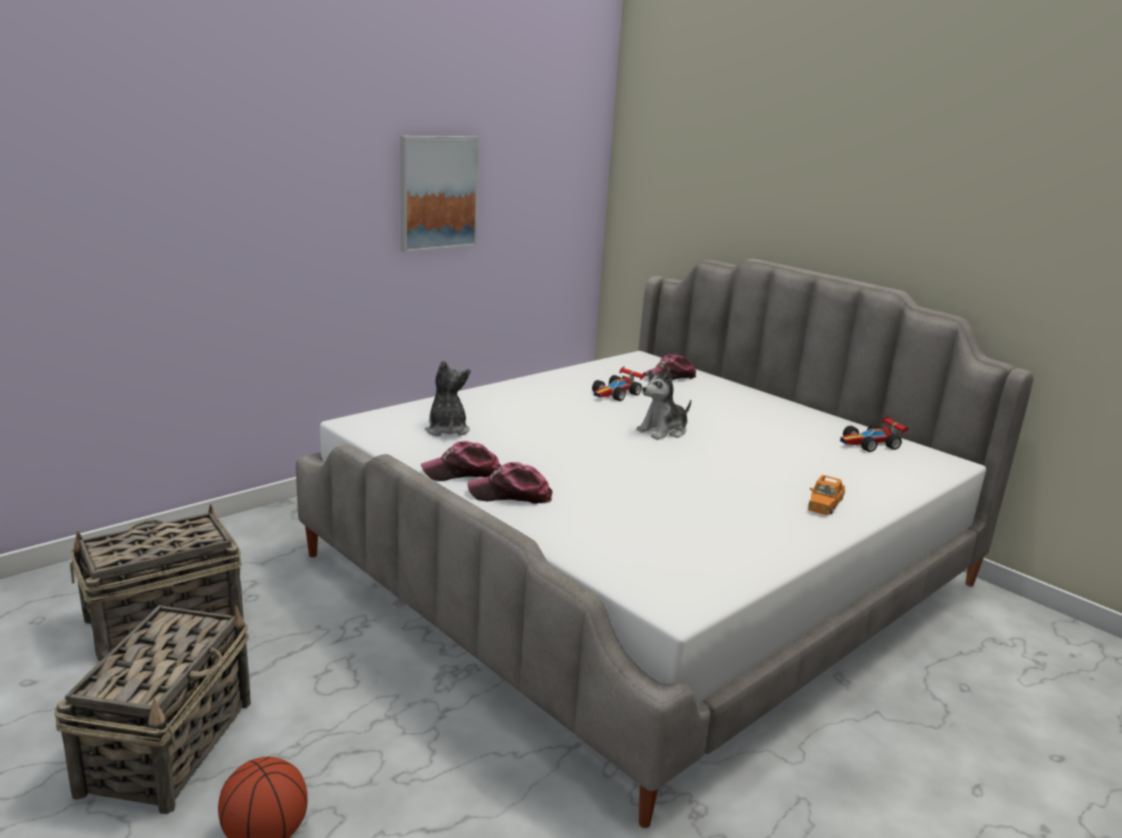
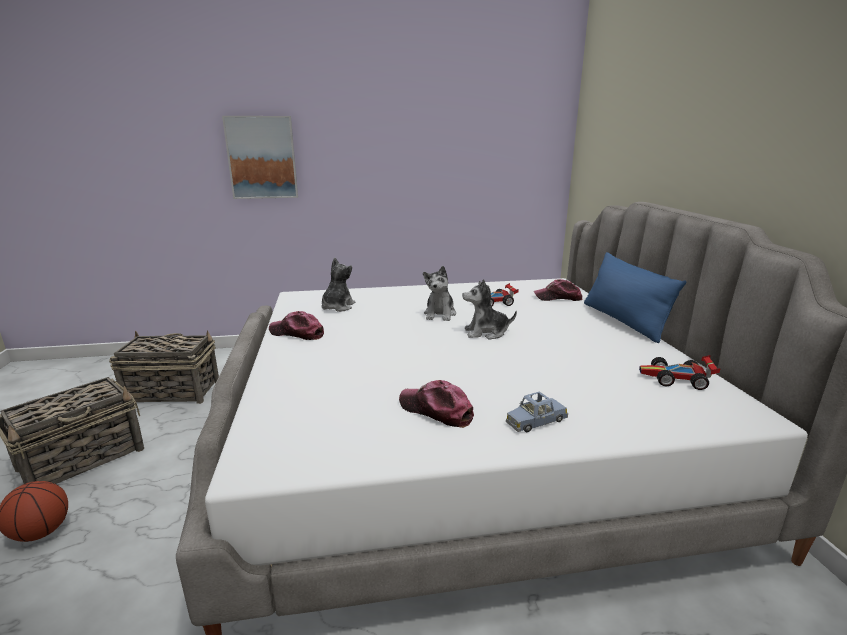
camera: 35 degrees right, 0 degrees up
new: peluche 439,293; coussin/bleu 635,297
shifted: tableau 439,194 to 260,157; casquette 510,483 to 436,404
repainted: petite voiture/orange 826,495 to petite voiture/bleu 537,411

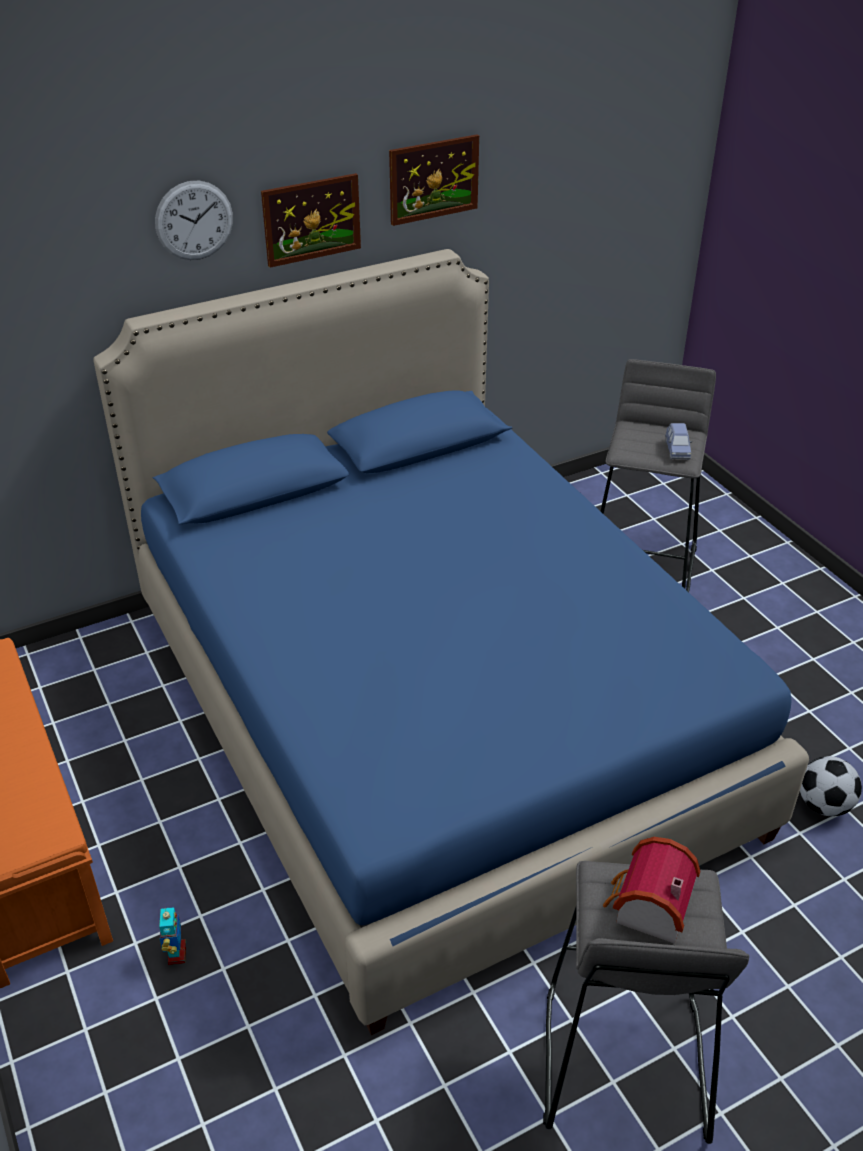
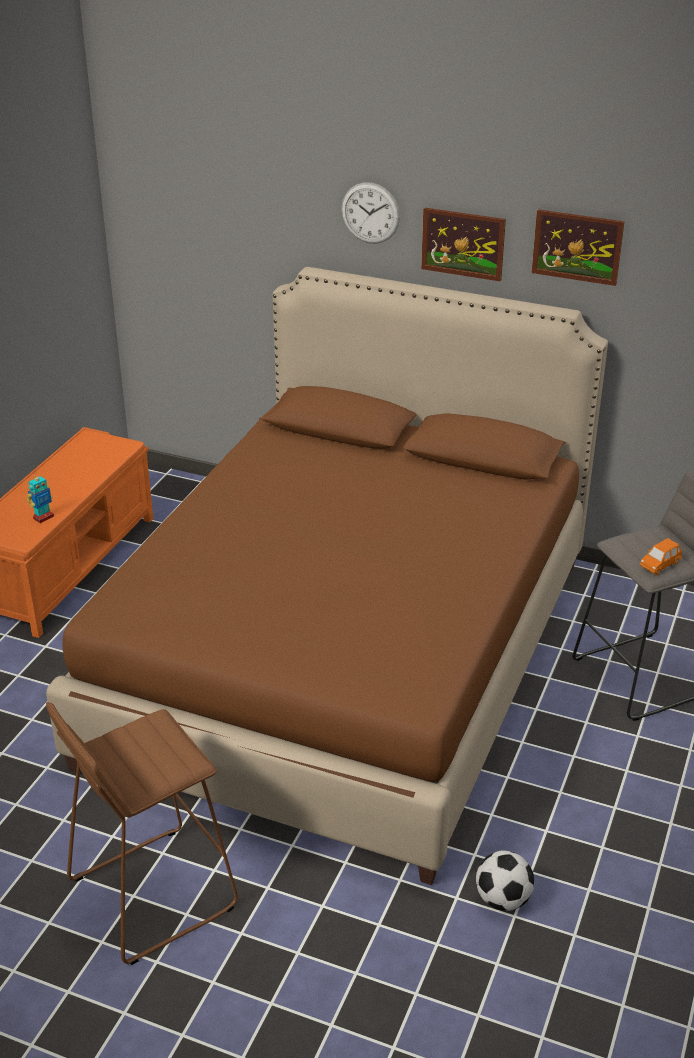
camera: 50 degrees right, 5 degrees down
gone: maison miniature 651,890
shifted: robot jouet 172,936 to 40,498
repainted: lit/bleu 451,642 to lit/marron 327,576; tabouret/gris 646,1002 to tabouret/marron 142,833; petite voiture/bleu 678,441 to petite voiture/orange 660,556

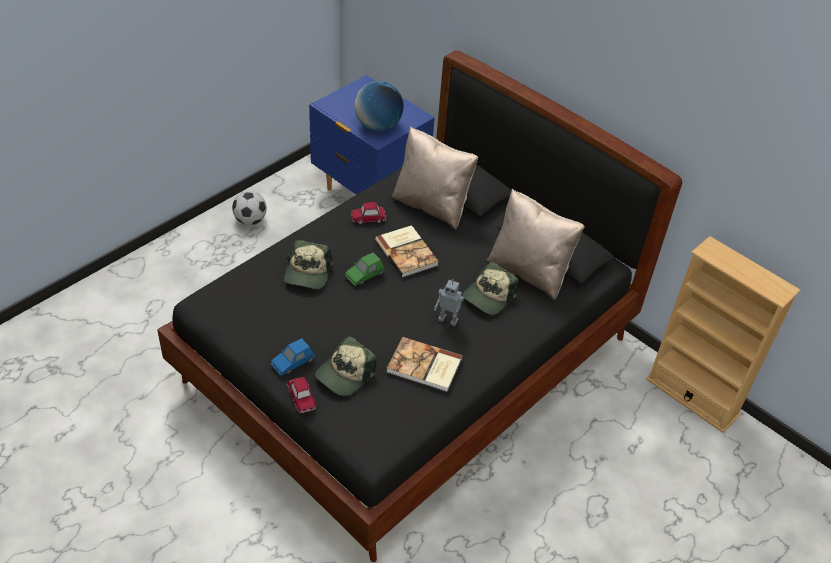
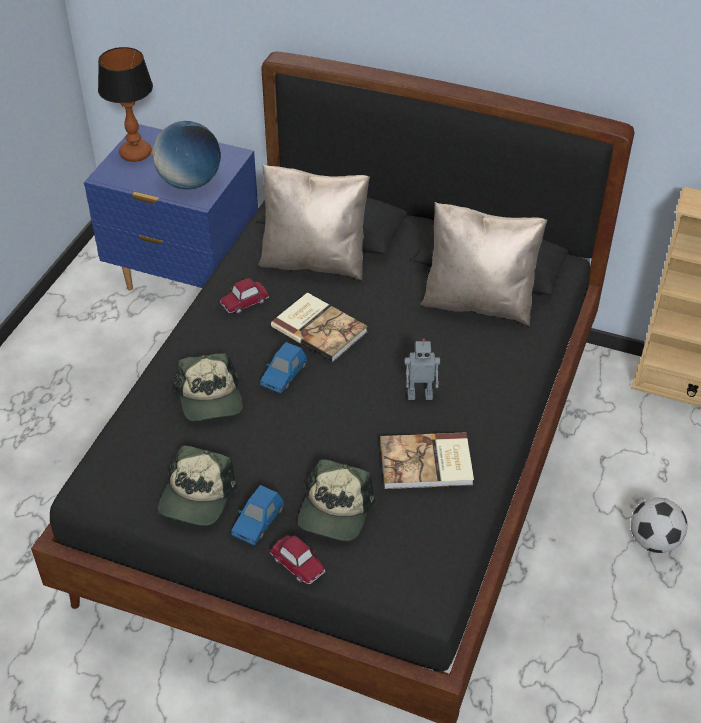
camera: 20 degrees left, 0 degrees up
new: lampe de table 125,104
shifted: casquette 491,288 to 197,485; ballon de foot 249,208 to 659,525
repainted: petite voiture/vert 364,269 to petite voiture/bleu 283,367

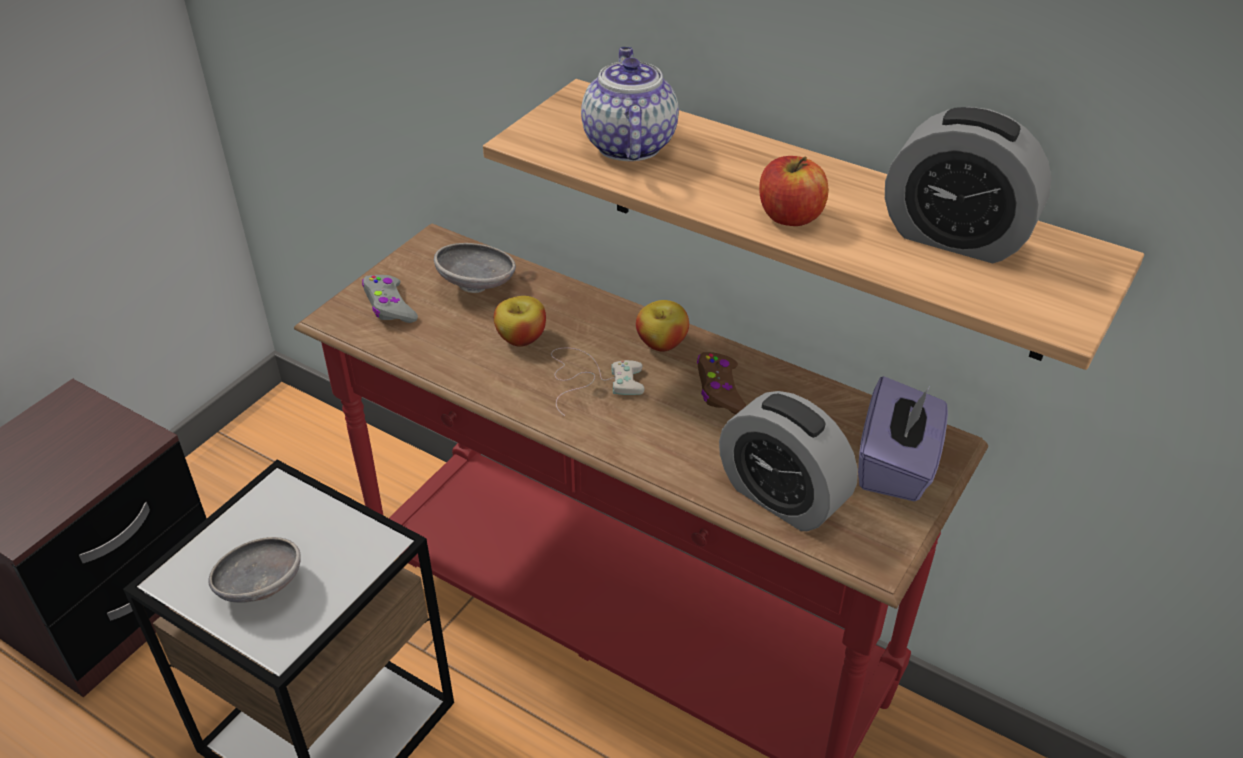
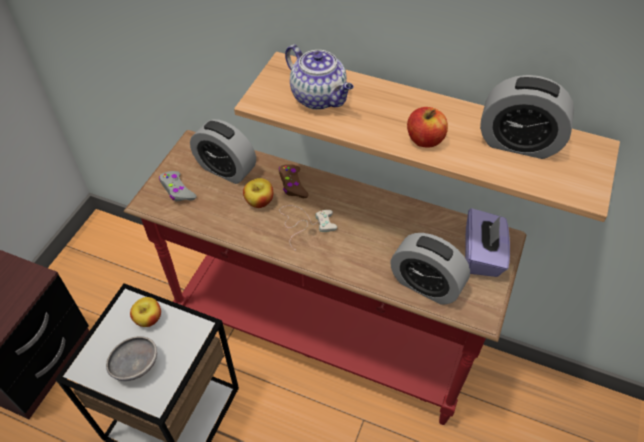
camera: 10 degrees left, 10 degrees up
shifted: pomme 662,326 to 145,312; manette/marron 722,383 to 293,181
swapped: bol/gris 475,268 to réveil 223,151
rotated: théière 630,104 = 319,77 150 degrees clockwise

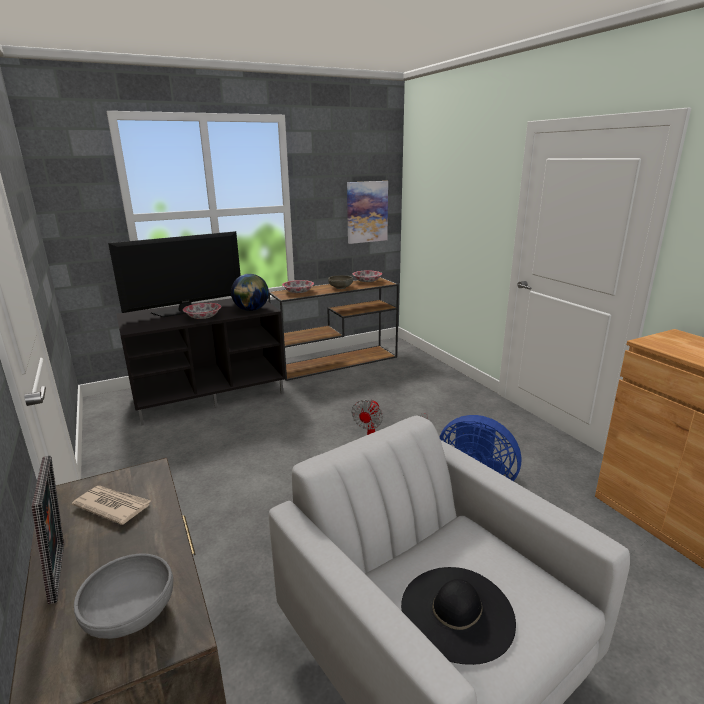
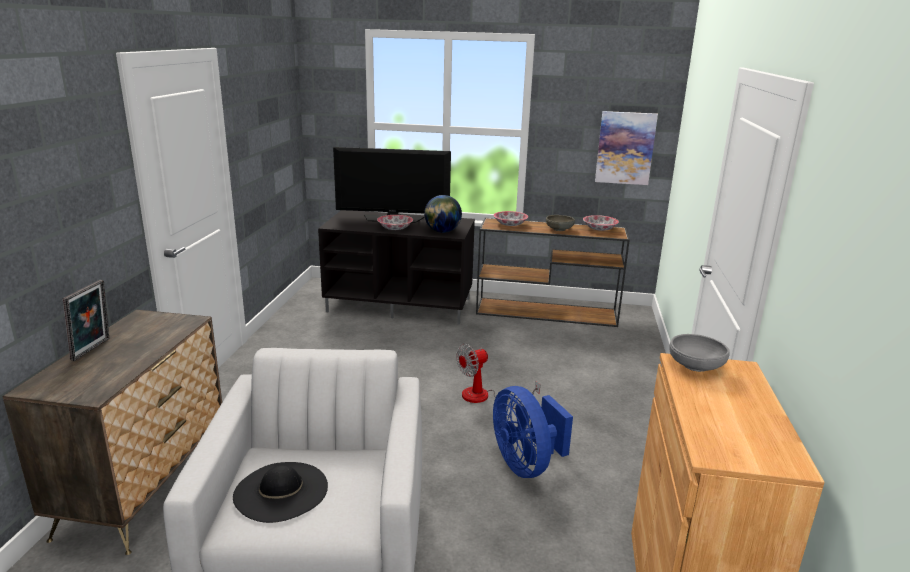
camera: 35 degrees right, 0 degrees up
gone: journal 111,505
shifted: bol/gris 123,596 to 699,353

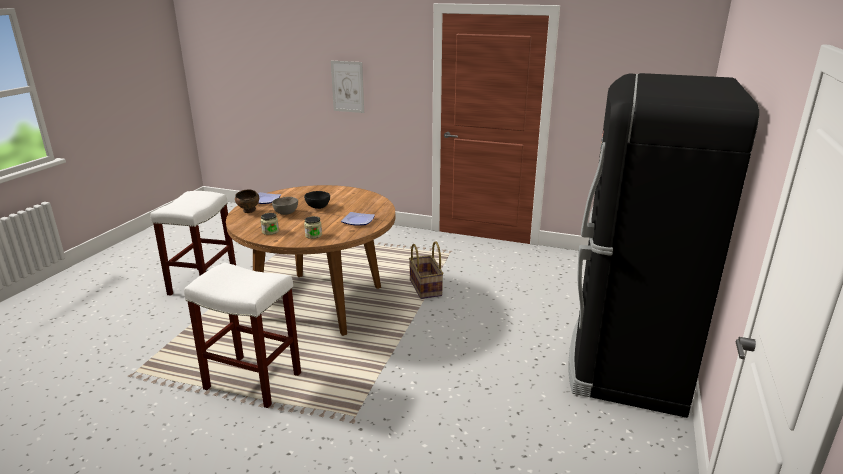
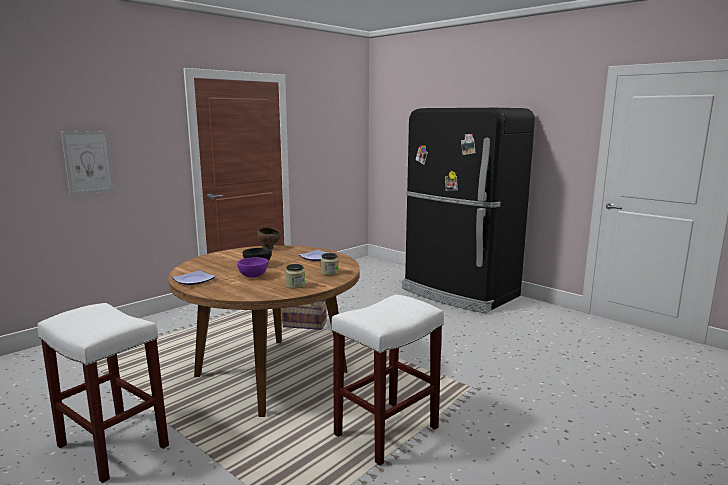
camera: 65 degrees left, 10 degrees down
shifted: bol/marron 247,201 to 268,238
repainted: bol/gris 285,206 to bol/violet 252,267

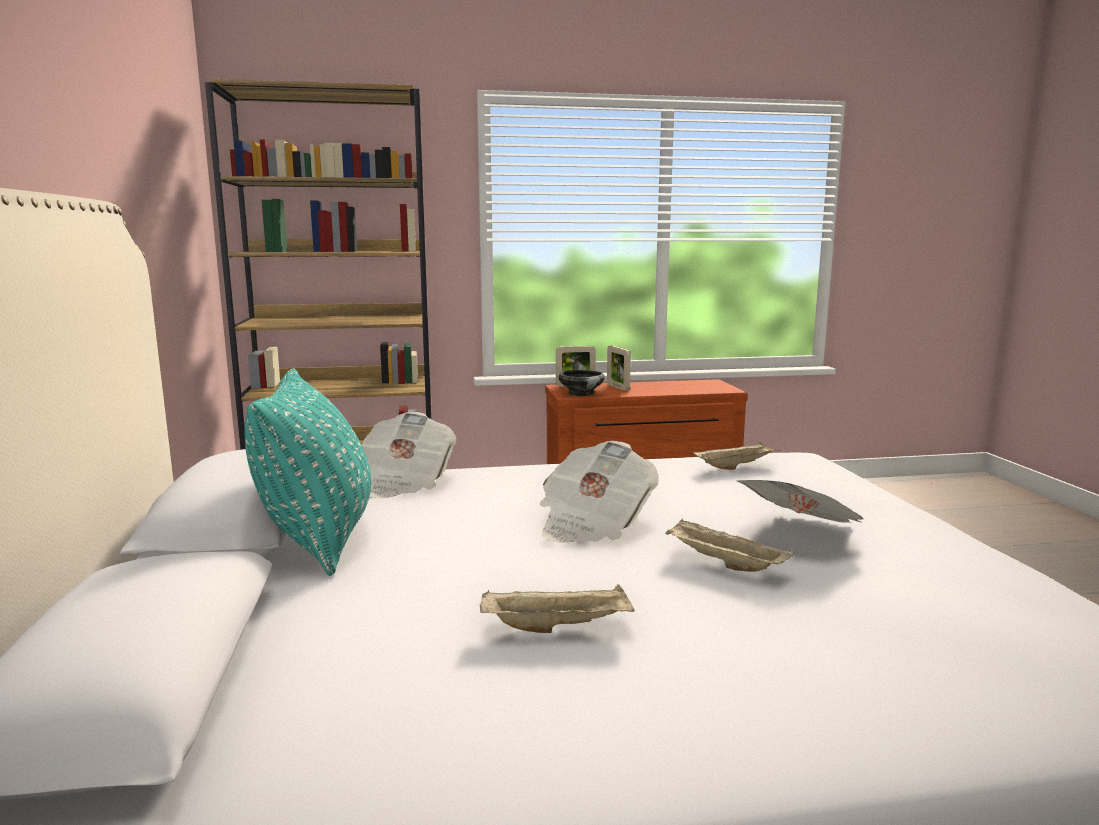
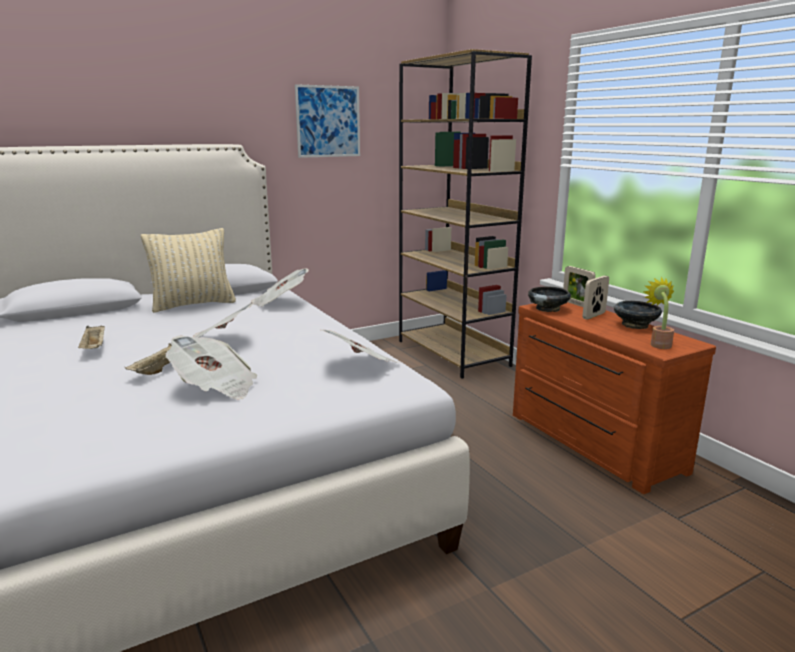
camera: 70 degrees right, 5 degrees up
new: tableau 327,121; bol/noir 638,315; plante en pot 659,313
swapped: plateau/beige 737,455 to journal 361,346
repainted: coussin/turquoise 307,472 to coussin/beige 188,270

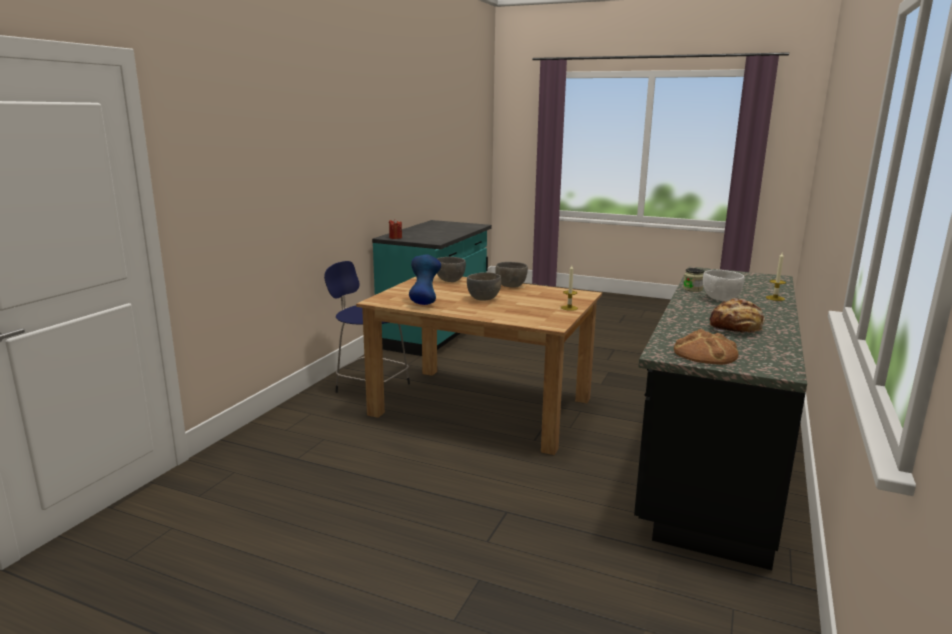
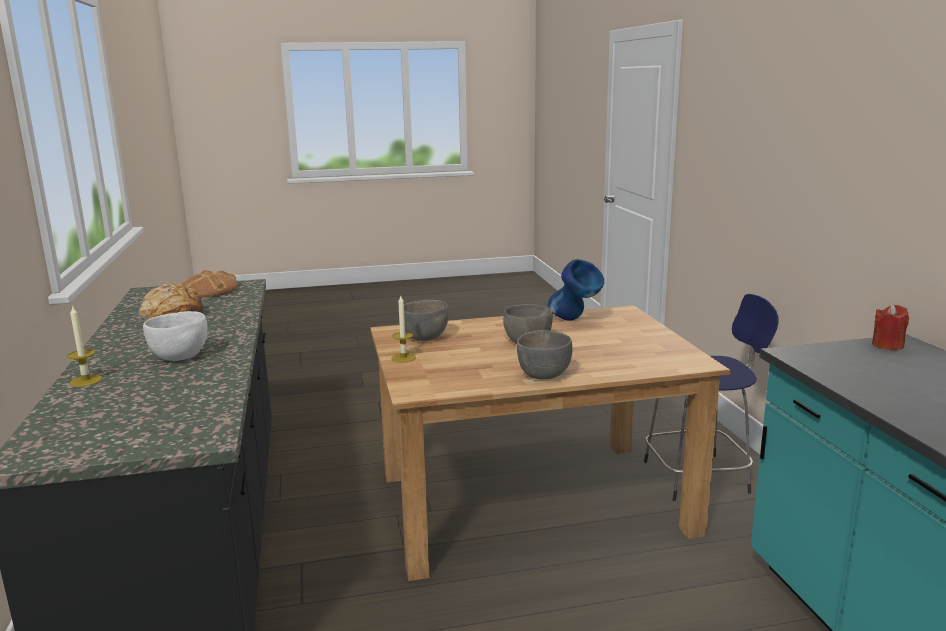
camera: 145 degrees right, 0 degrees up
gone: bocal 693,280
shifted: bol/gris 451,269 to 426,320

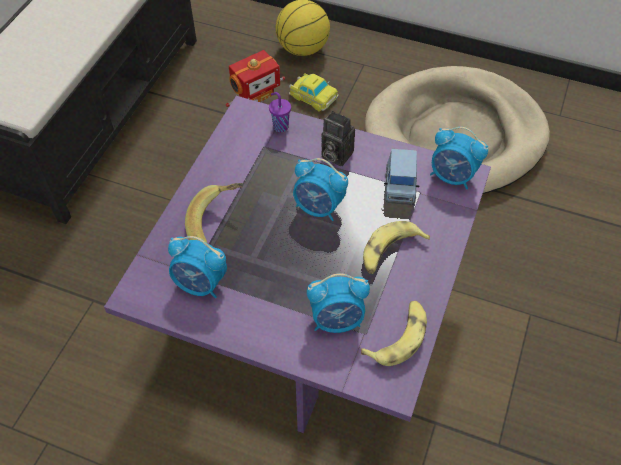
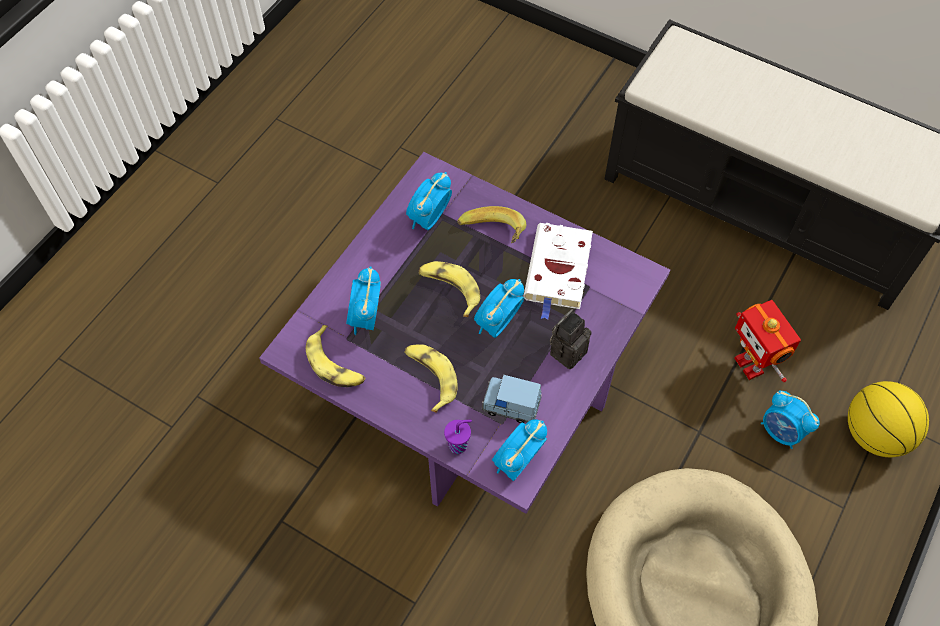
camera: 100 degrees right, 5 degrees up
new: banane 449,289; livre/blanc 558,271
shifted: tasse/violet 280,112 to 458,437
swapped: petite voiture 313,92 to réveil 790,419

